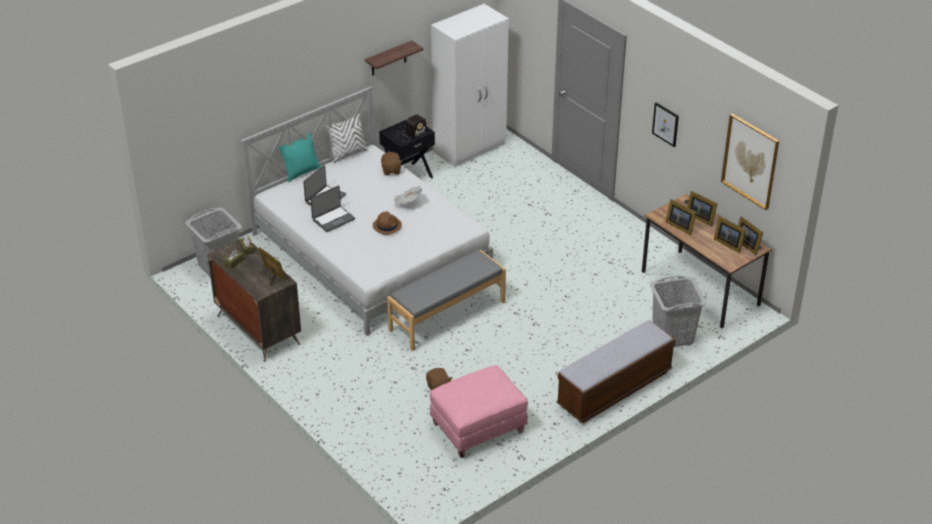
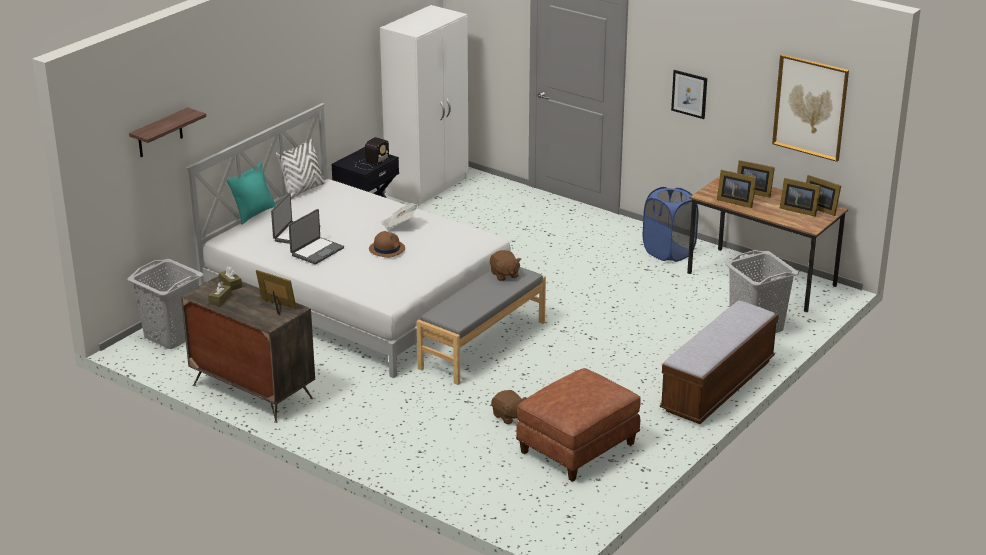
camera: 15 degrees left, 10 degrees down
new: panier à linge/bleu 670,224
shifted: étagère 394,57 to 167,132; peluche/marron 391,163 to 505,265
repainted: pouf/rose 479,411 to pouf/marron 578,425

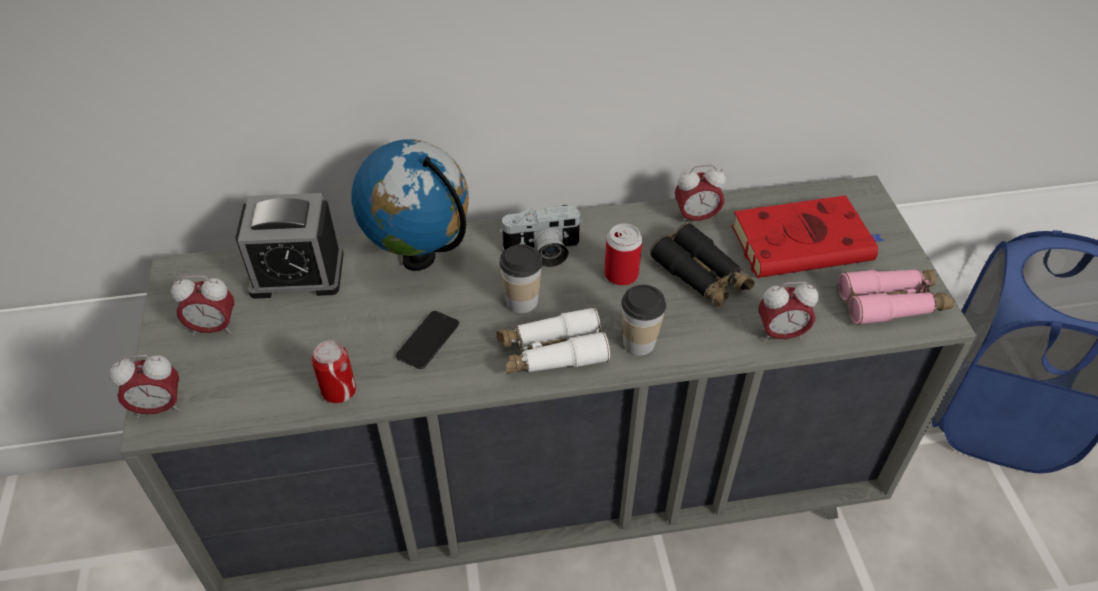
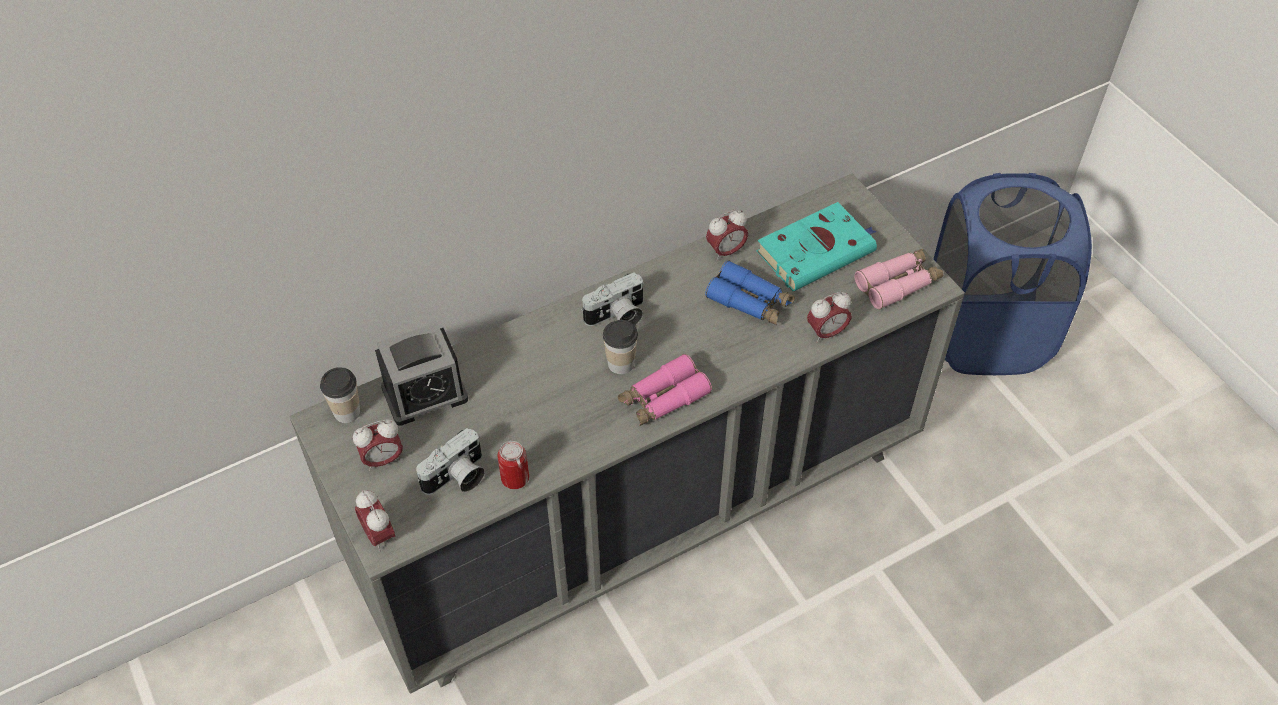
camera: 20 degrees left, 5 degrees up
gone: globe 410,205; téléphone 427,340; boîte métallique 623,255
new: appareil photo 450,461
shifted: tasse 643,320 to 340,395
repainted: jumelles/blanc 553,340 to jumelles/rose 665,390; jumelles/noir 702,265 to jumelles/bleu 750,292; livre/rouge 808,236 to livre/turquoise 817,246
rotated: réveil 144,386 = 375,521 90 degrees clockwise

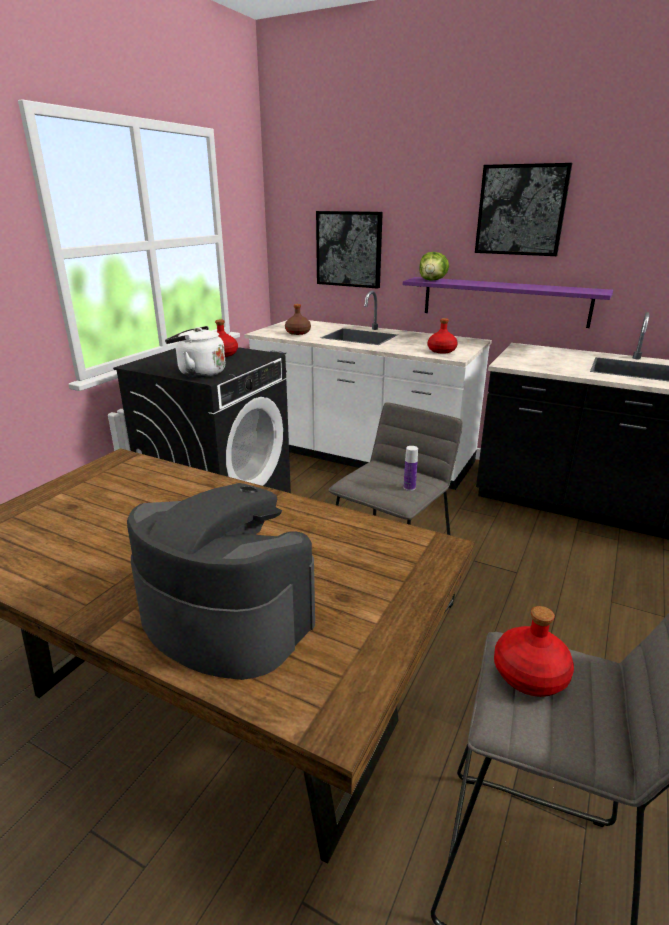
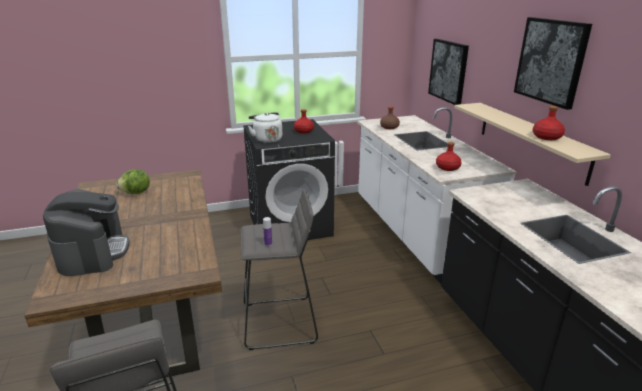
camera: 45 degrees right, 0 degrees up
shifted: laitue 434,266 to 133,181; bouteille/rouge 534,651 to 548,123
repainted: étagère/violet 508,302 to étagère/beige 532,144

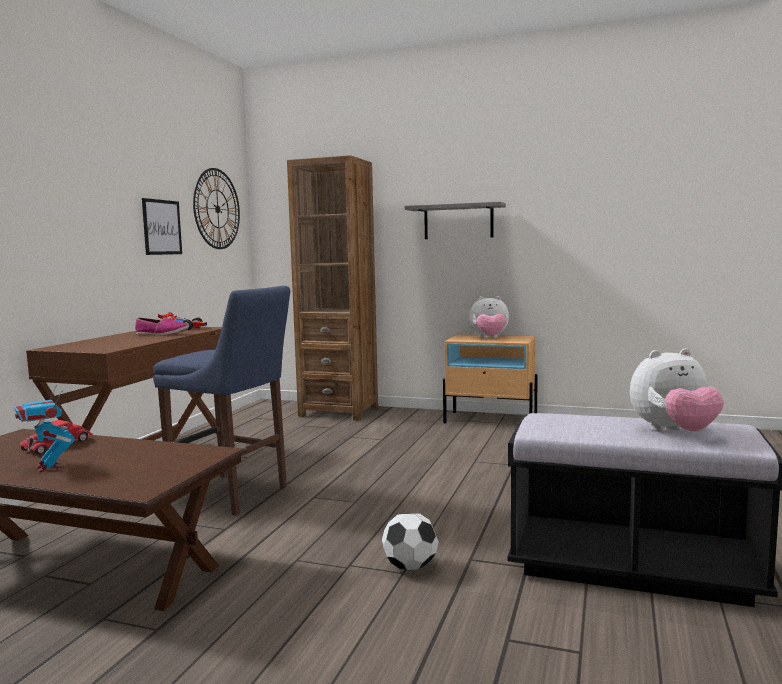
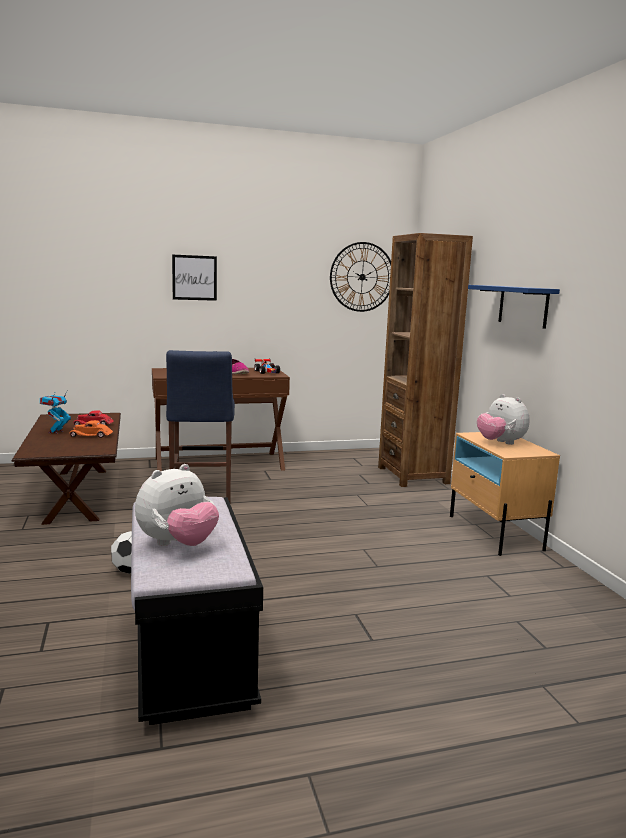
camera: 55 degrees right, 5 degrees up
new: petite voiture/orange 91,429
shifted: tableau 162,226 to 194,278
repainted: étagère/gris 455,220 to étagère/bleu 514,307
rotated: peluche 677,390 = 177,505 90 degrees counterclockwise

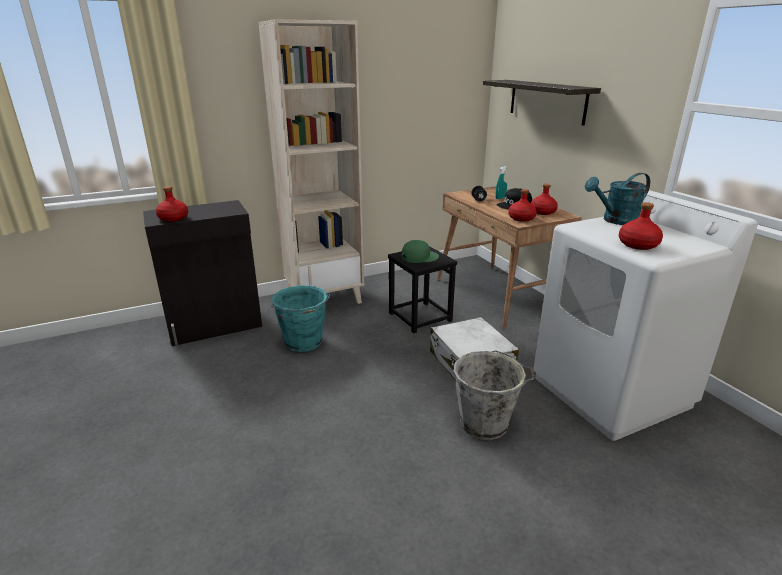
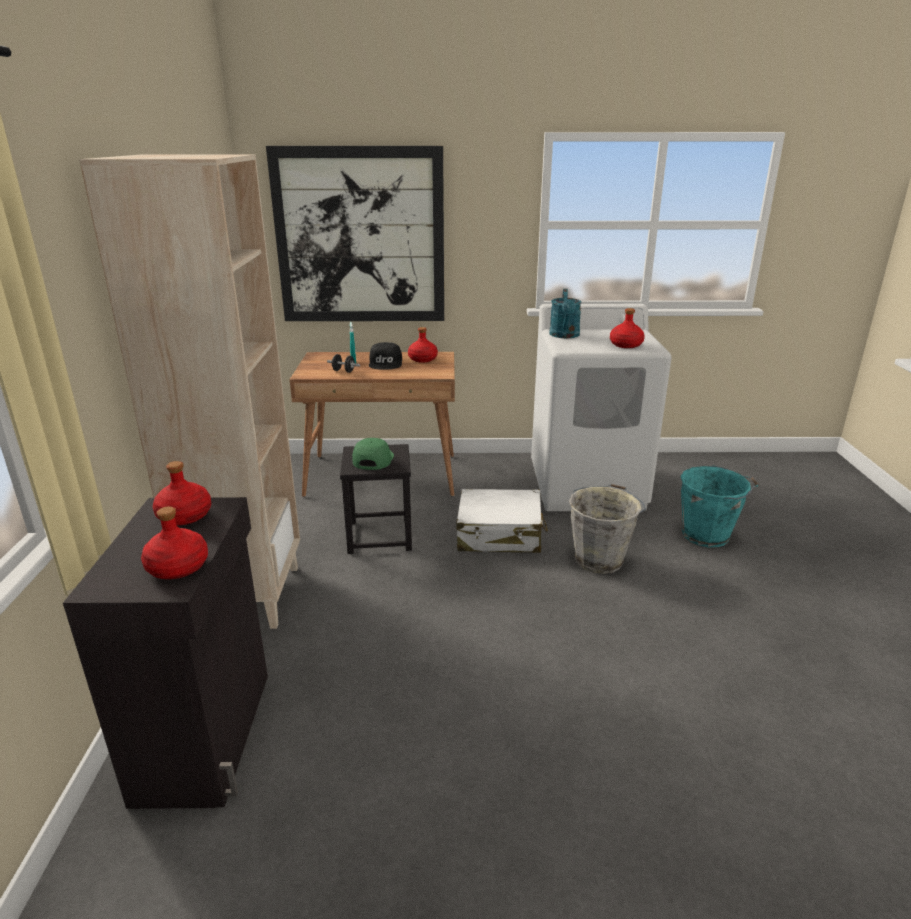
camera: 65 degrees left, 0 degrees up
shifted: bouteille/rouge 522,205 to 182,493; seau/turquoise 300,318 to 719,506
swapped: étagère 542,103 to tableau 355,233

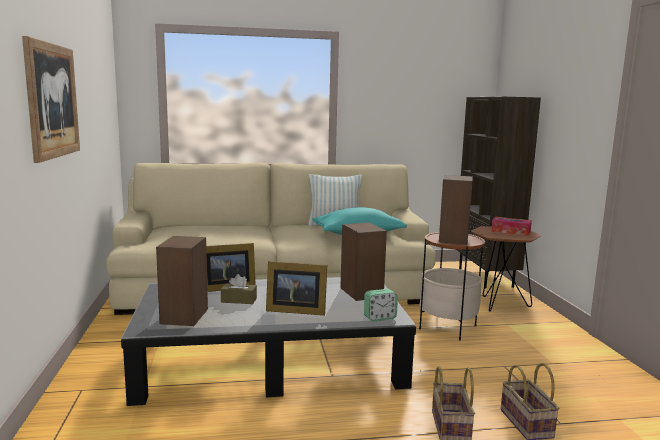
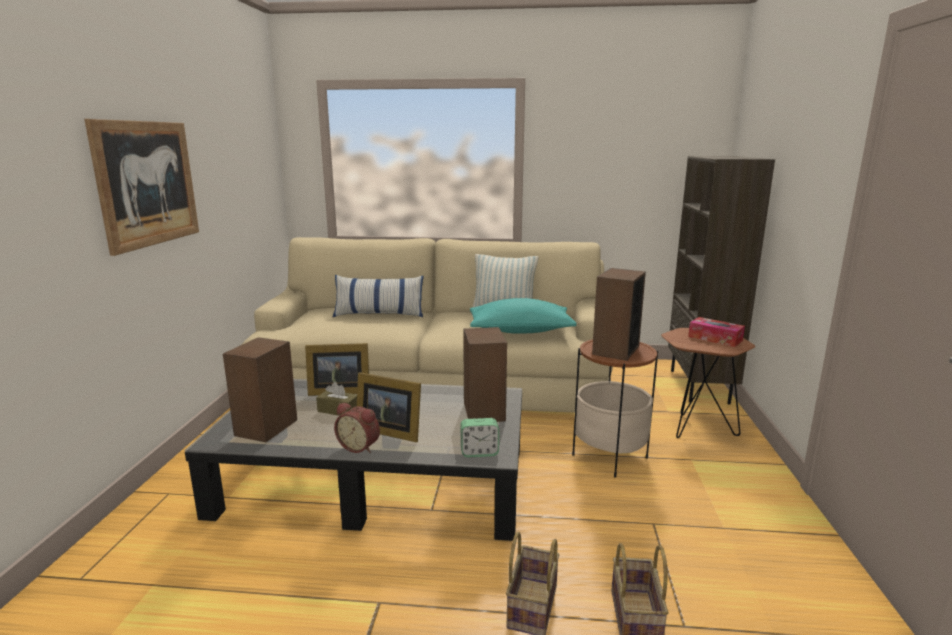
camera: 15 degrees right, 5 degrees up
new: coussin 378,296; réveil 357,428

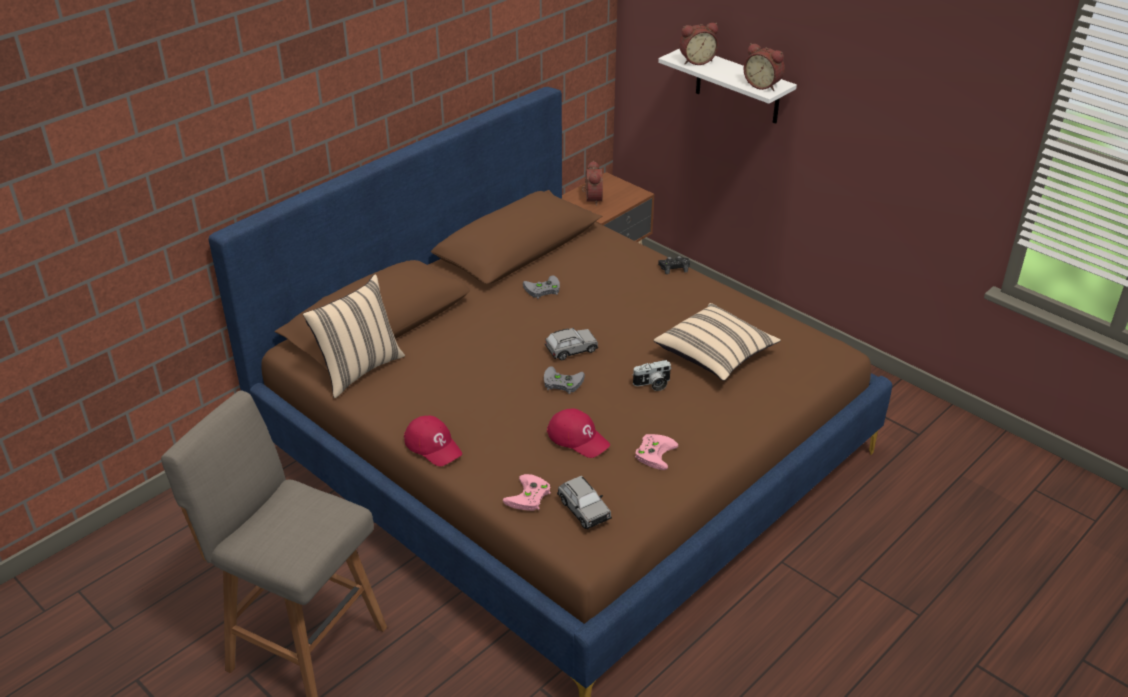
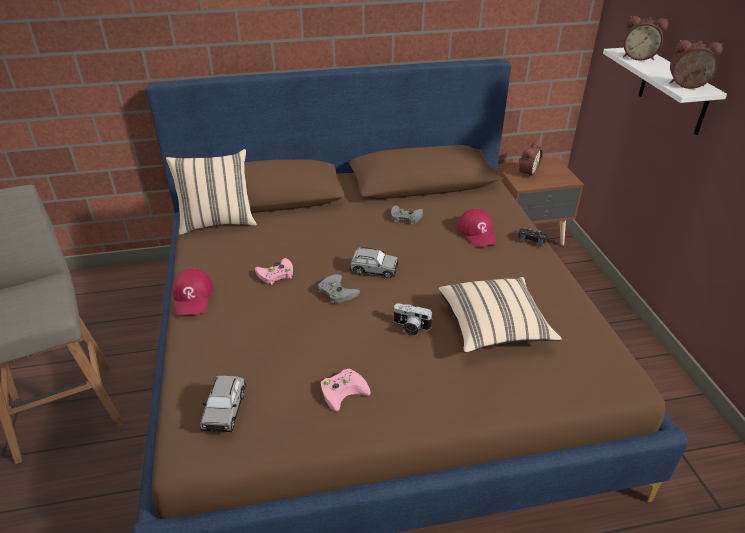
camera: 35 degrees right, 0 degrees up
shifted: manette/rose 527,492 to 274,271; casquette/rouge 578,433 to 477,228
rotated: réveil 764,67 = 696,64 120 degrees clockwise

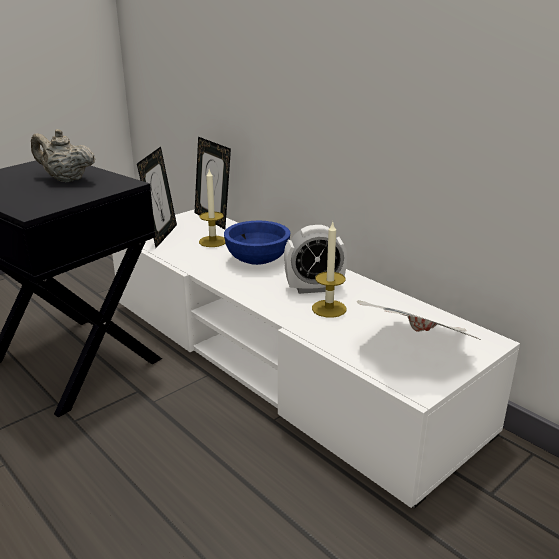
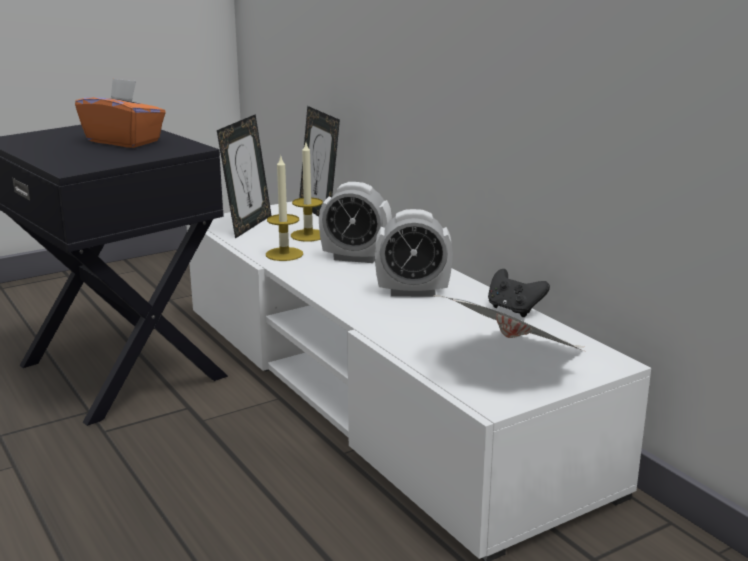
camera: 10 degrees right, 5 degrees down
new: manette/noir 519,293
shifted: bougie 329,270 to 284,209
swapped: théière/beige 63,156 to boîte à mouchoirs/orange 120,113; bol/bleu 257,243 to réveil 355,222

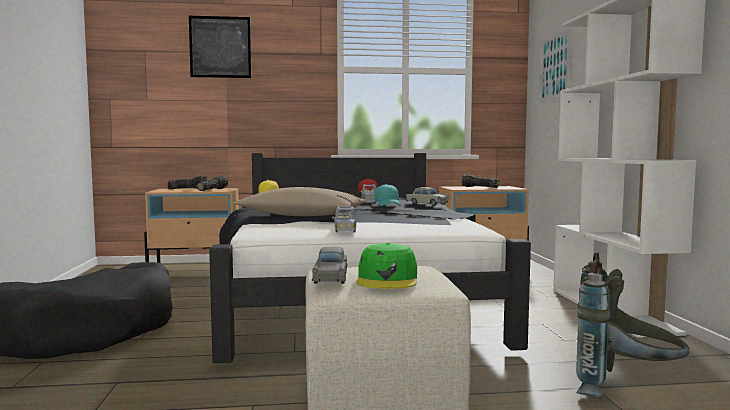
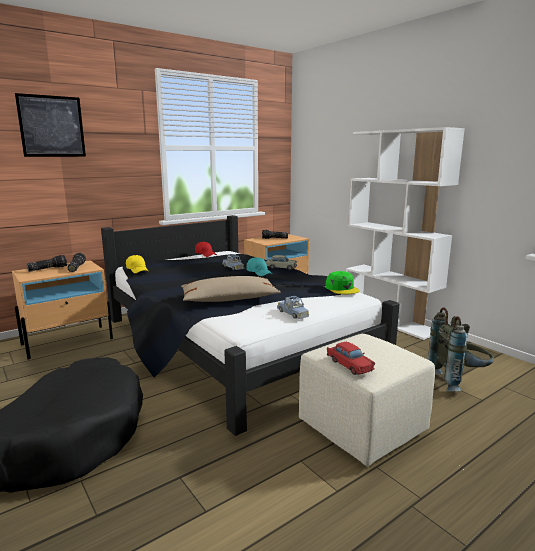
camera: 30 degrees left, 10 degrees up
gone: tableau 555,65
shifted: casquette/vert 386,266 to 342,282
repainted: petite voiture/gris 329,265 to petite voiture/rouge 351,358

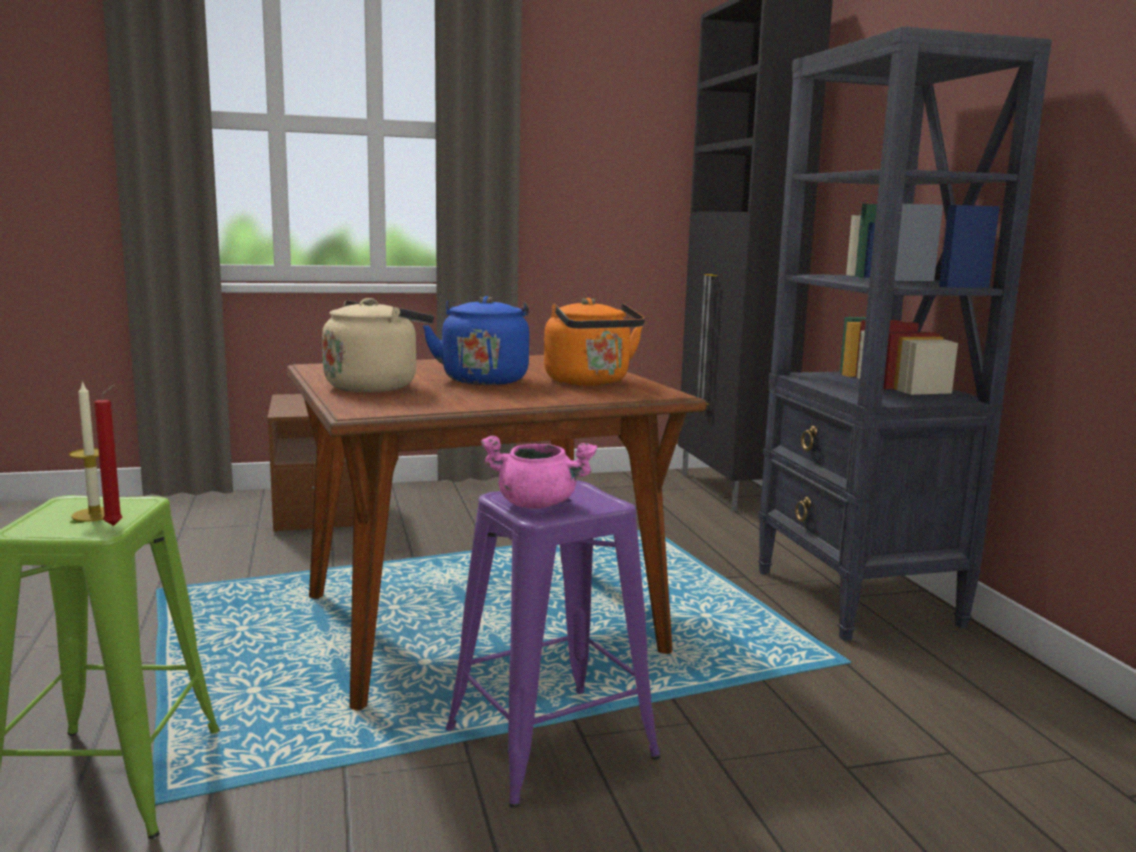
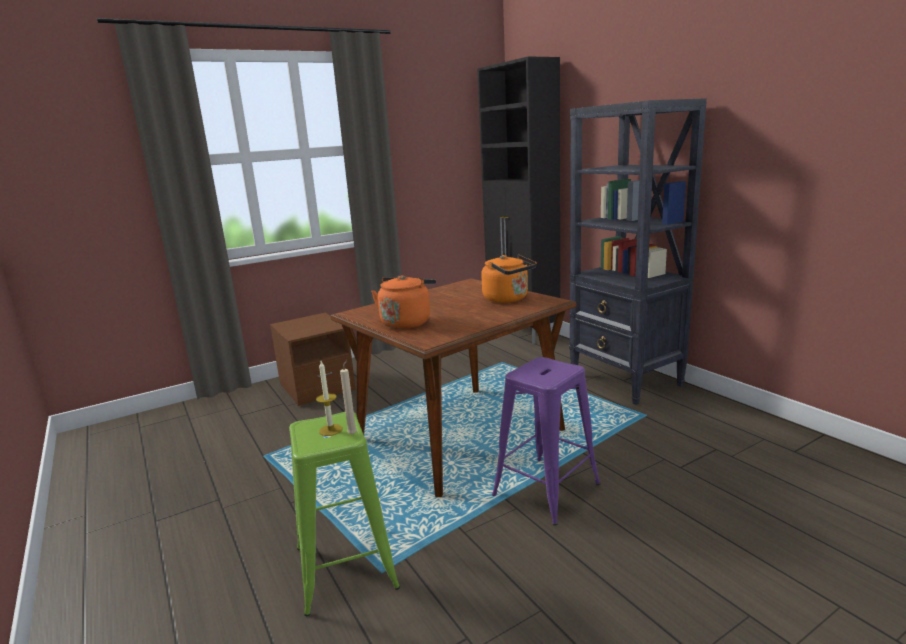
camera: 15 degrees left, 5 degrees up
gone: bouilloire/bleu 476,340; marmite/rose 538,472
repainted: bougie/rouge 108,455 to bougie/beige 348,397; bouilloire/beige 378,345 to bouilloire/orange 403,302

